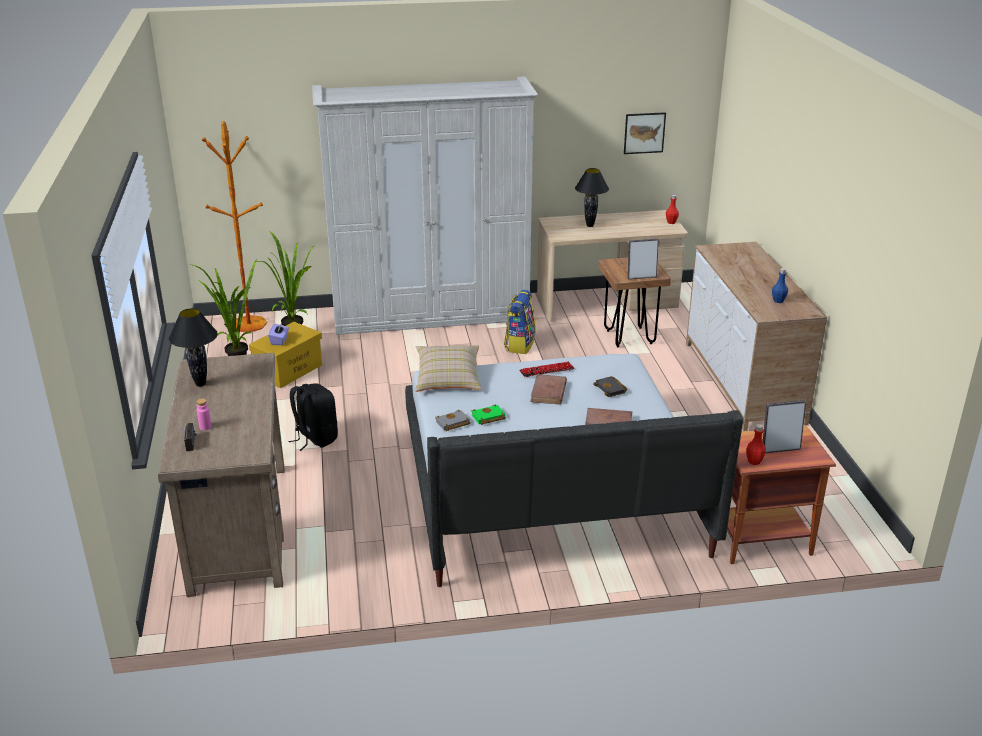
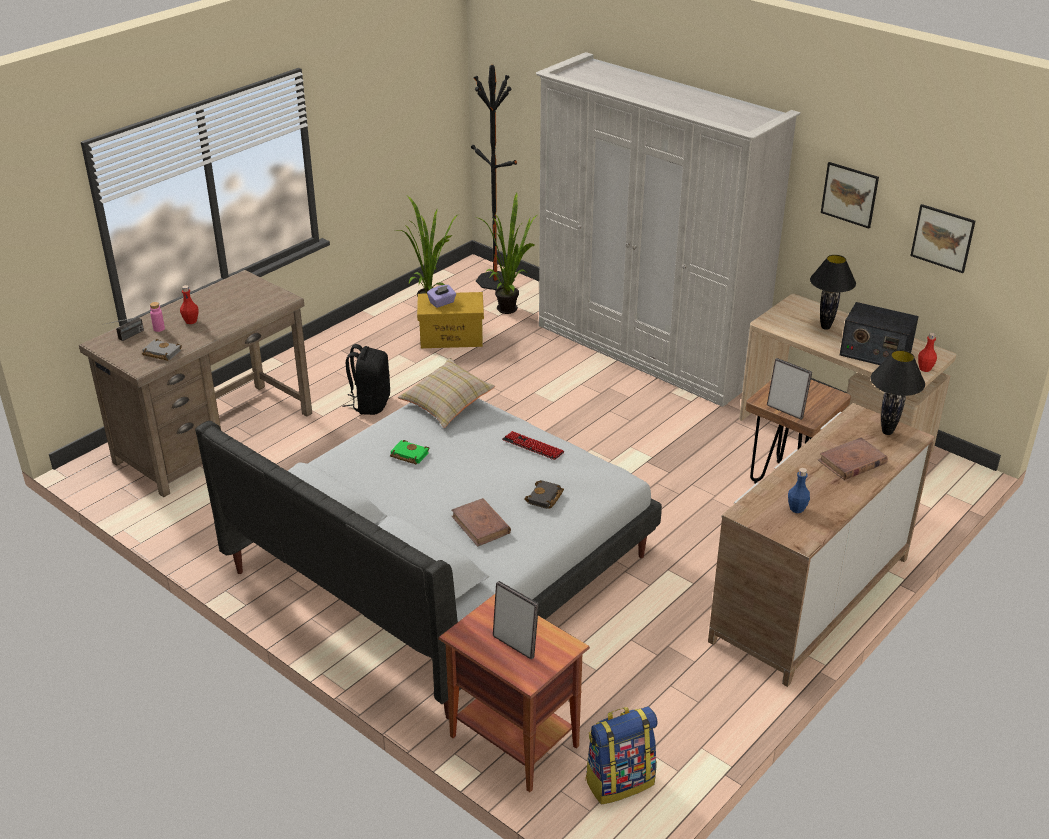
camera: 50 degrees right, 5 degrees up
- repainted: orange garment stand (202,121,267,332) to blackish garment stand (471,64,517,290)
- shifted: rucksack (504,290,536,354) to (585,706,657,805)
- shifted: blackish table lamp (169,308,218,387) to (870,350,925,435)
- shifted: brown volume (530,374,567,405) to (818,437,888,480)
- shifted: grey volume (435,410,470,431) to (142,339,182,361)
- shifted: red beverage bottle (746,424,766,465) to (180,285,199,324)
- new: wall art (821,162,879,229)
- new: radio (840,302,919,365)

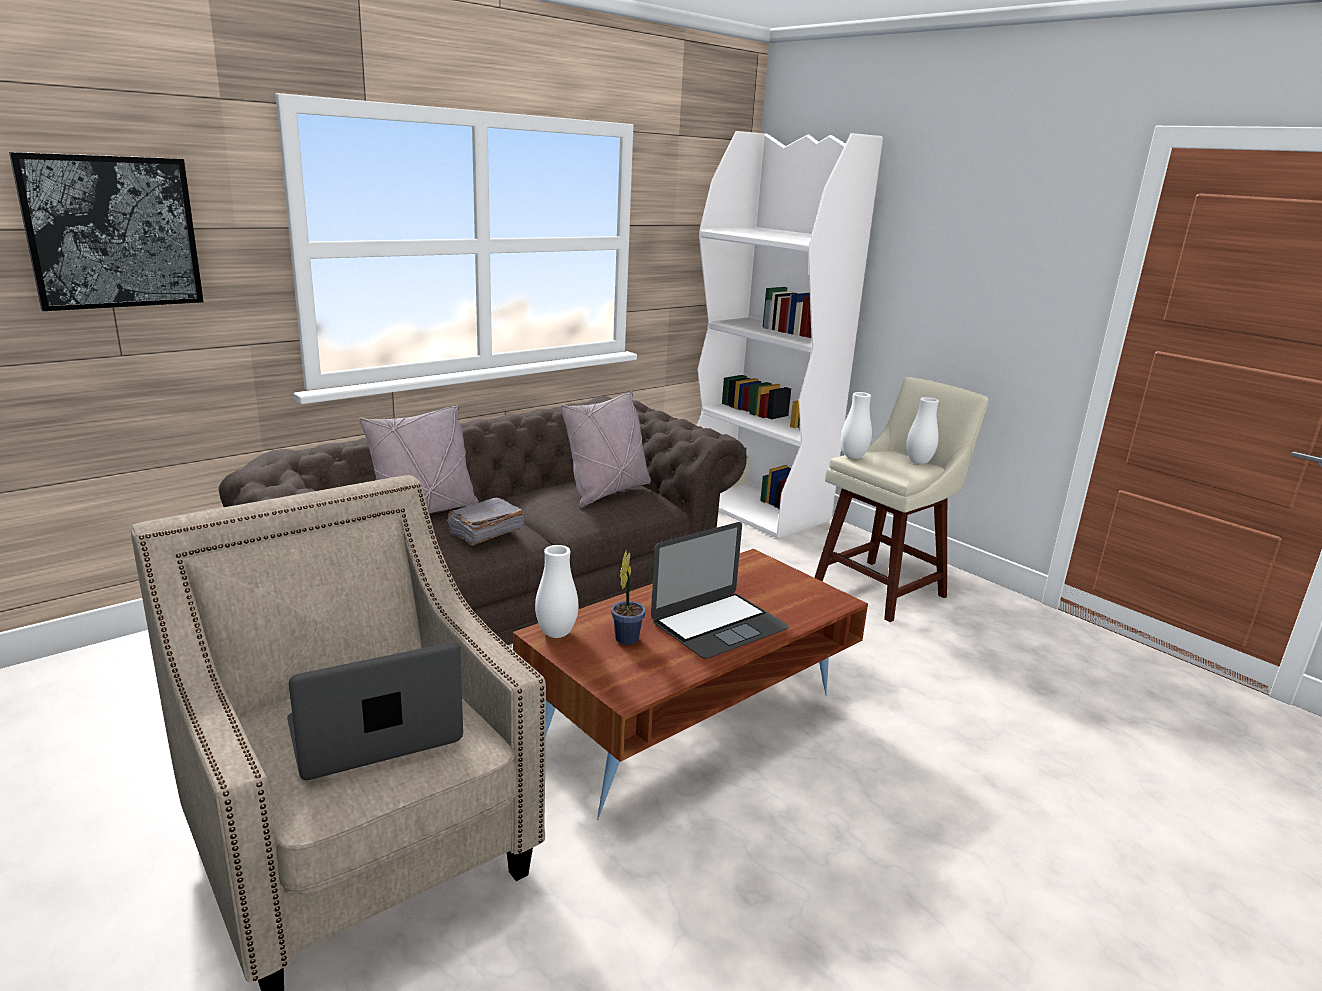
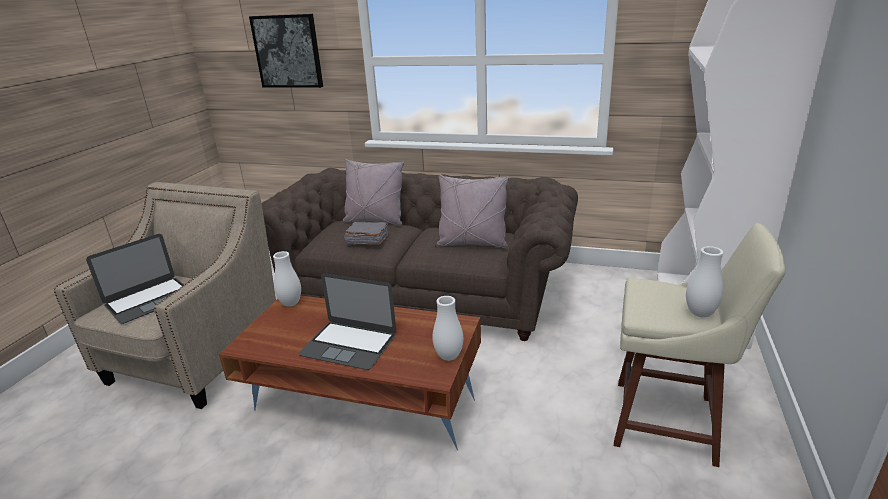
camera: 60 degrees right, 5 degrees up
- shifted: white decorative vase (841,392,872,459) to (432,296,463,361)
- gone: plant in a pot (611,551,646,645)
- rotated: laptop (287,642,463,780) = (86,234,184,324) 105 degrees clockwise

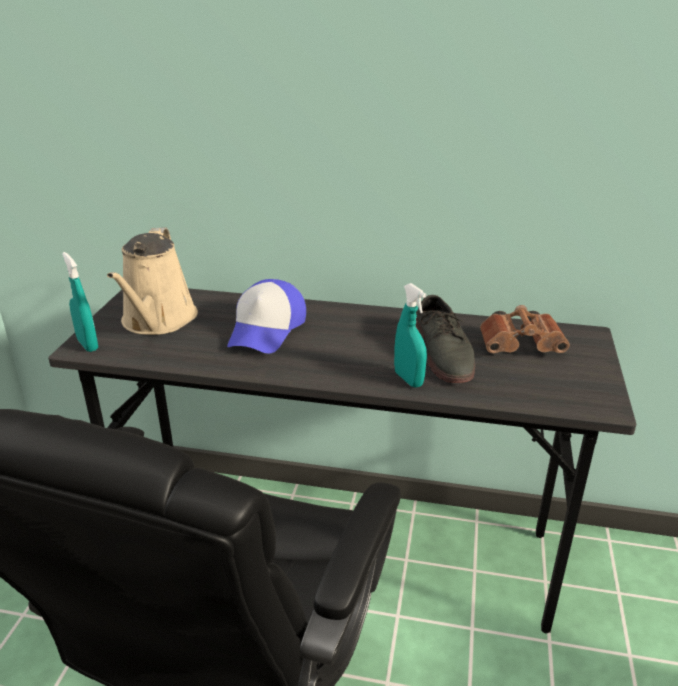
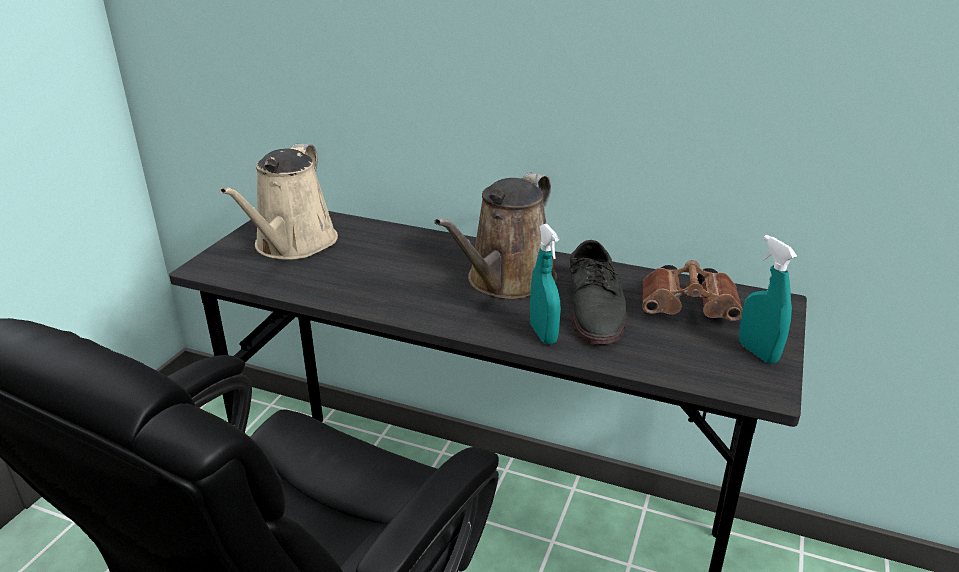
camera: 10 degrees right, 0 degrees up
- shifted: blue-green hand sprayer (62,252,98,352) to (739,235,797,364)
- gone: cap (227,279,306,354)
- new: brown watering can (434,173,557,299)

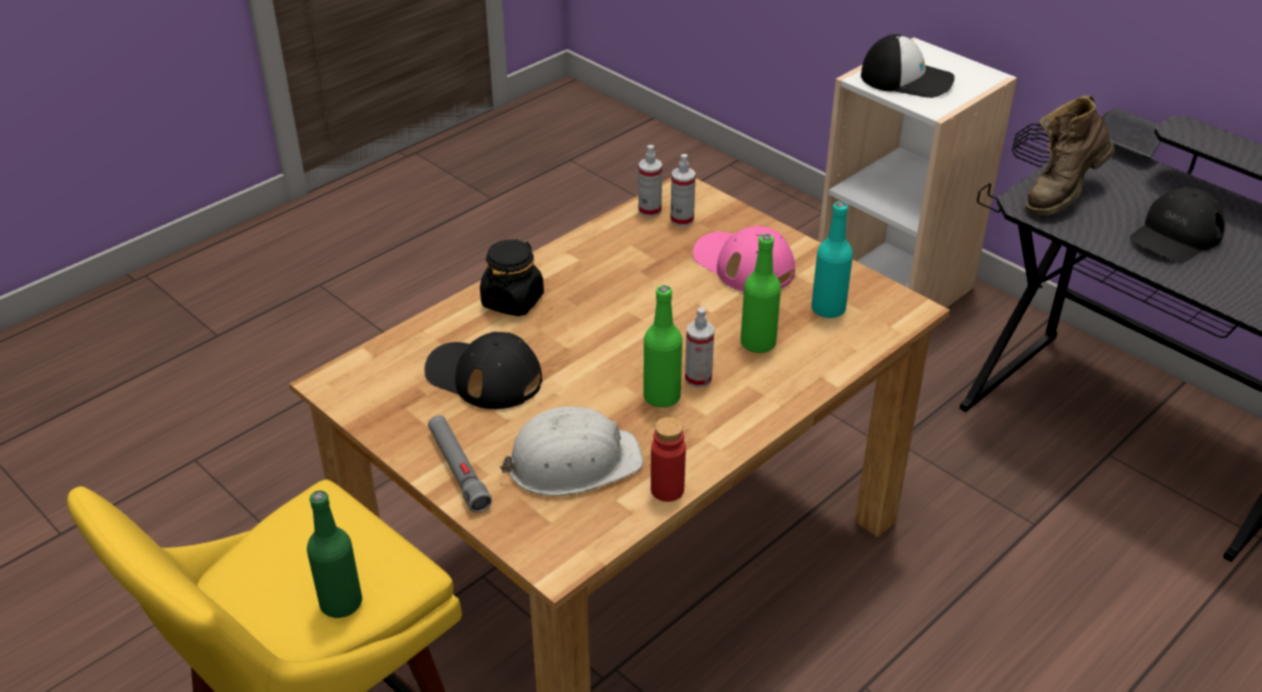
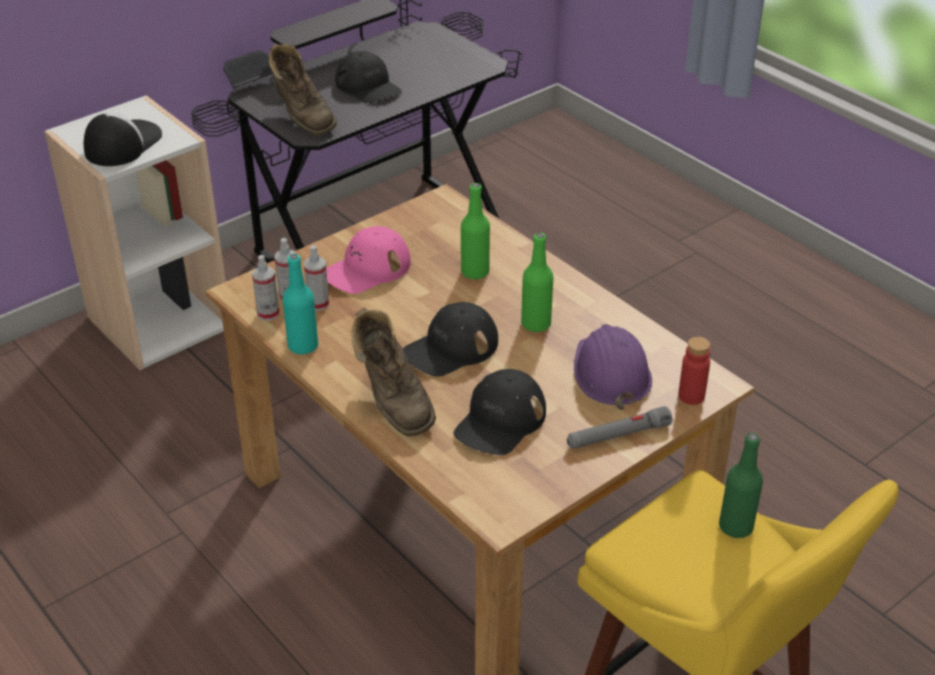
camera: 85 degrees left, 0 degrees up
- shifted: blue-green beverage bottle (811,201,853,318) to (282,254,318,355)
- swapped: blackish preserve jar (480,239,544,316) to brown tall boot (351,307,436,437)
- shifted: hand sprayer (685,307,714,388) to (304,245,329,311)
- repainted: white hard hat (500,406,643,496) to purple-coloured hard hat (574,324,652,410)
- shifted: red beverage bottle (651,417,686,502) to (678,337,710,405)
- new: blackish cap (403,302,498,377)

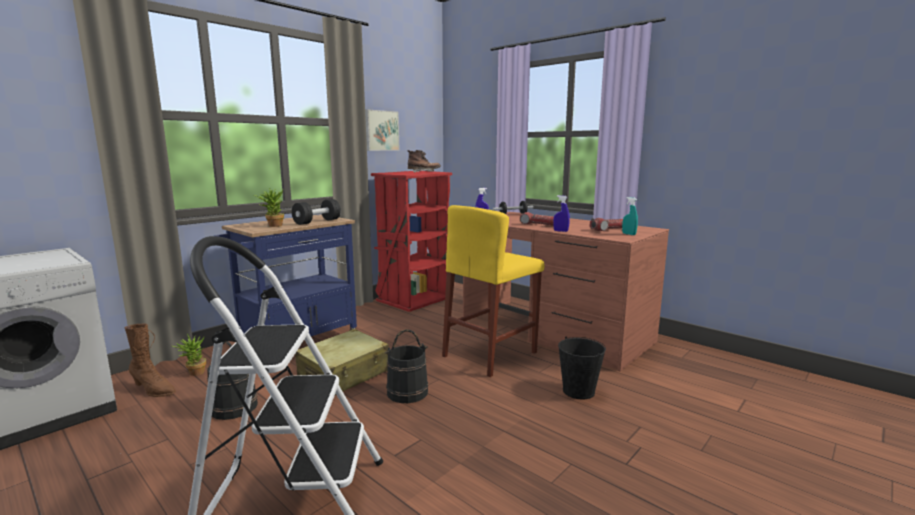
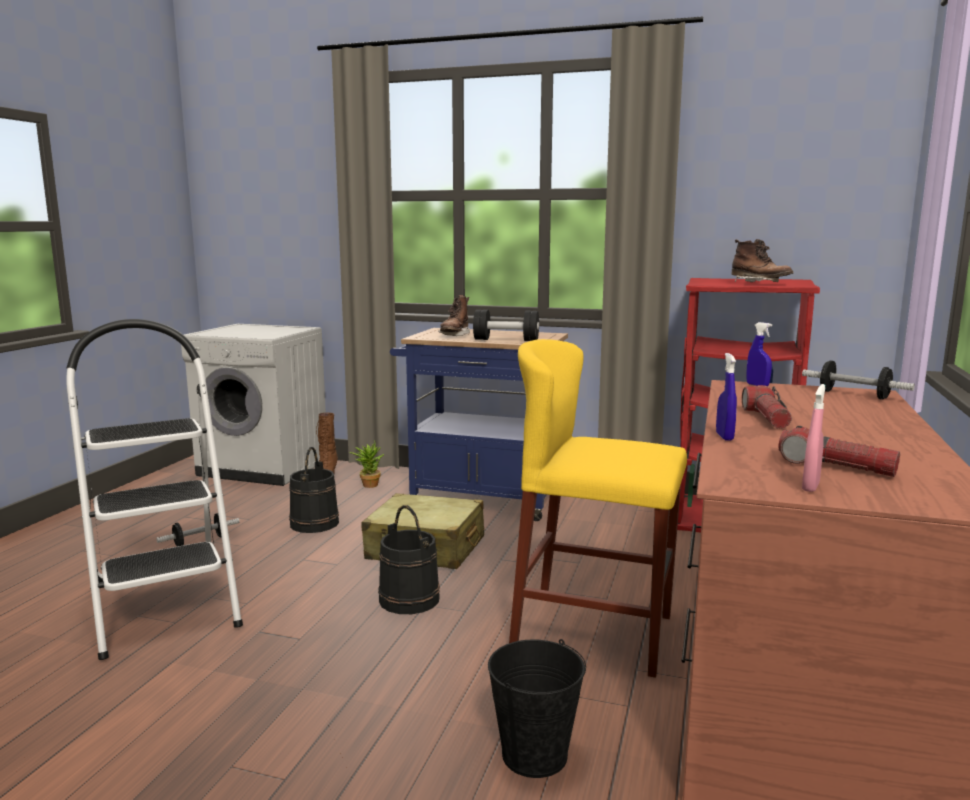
camera: 65 degrees right, 0 degrees up
- gone: wall art (365,109,400,151)
- swapped: plant in a pot (254,188,284,227) to brown tall boot (438,295,470,336)
- repainted: blue-green hand sprayer (622,197,638,235) to pink-coloured hand sprayer (802,384,825,492)
- new: dumbbell (156,513,240,547)

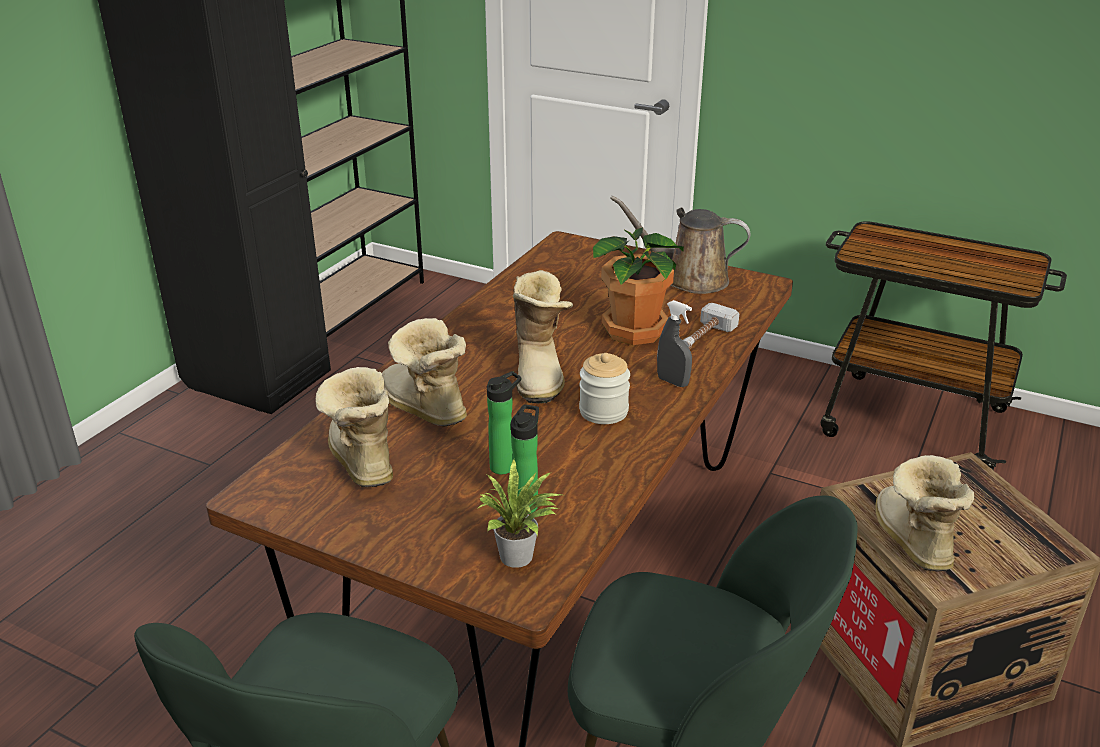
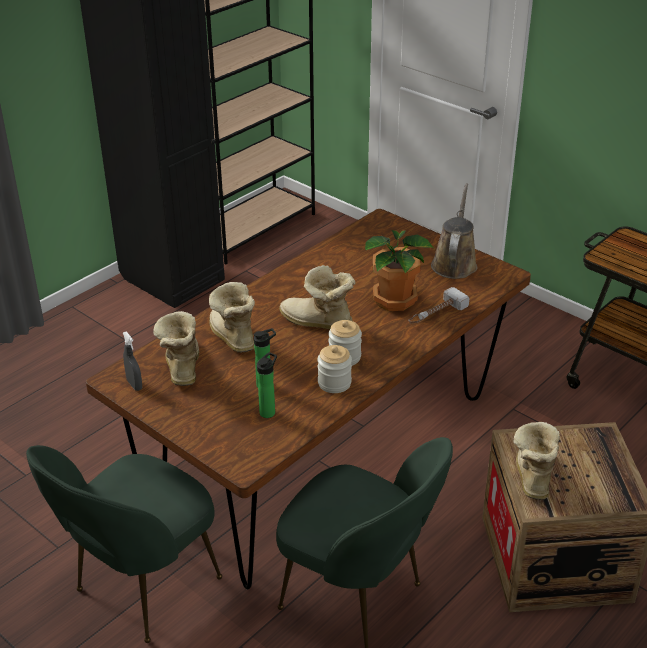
camera: 15 degrees right, 5 degrees up
- rotated: brown watering can (610,196,750,294) = (431,183,477,279) 75 degrees clockwise
- rotated: tall boot (513,270,573,404) = (280,265,356,329) 105 degrees clockwise
- shifted: grey hand sprayer (657,300,692,387) to (123,332,142,391)
- gone: plant in a pot (477,459,562,568)
- new: preserve jar (317,345,352,393)

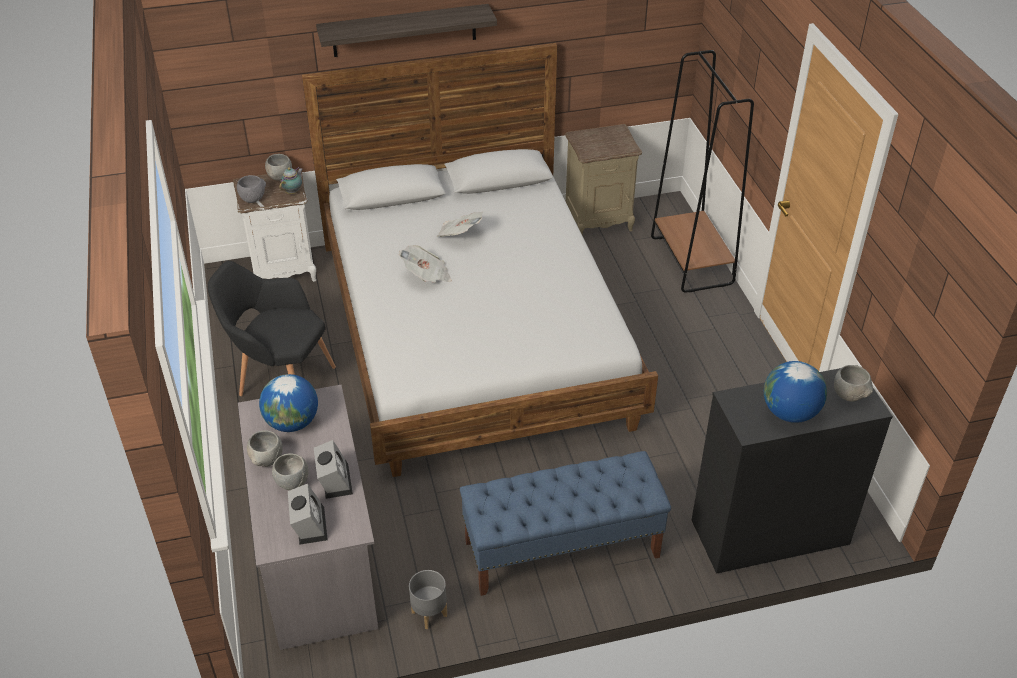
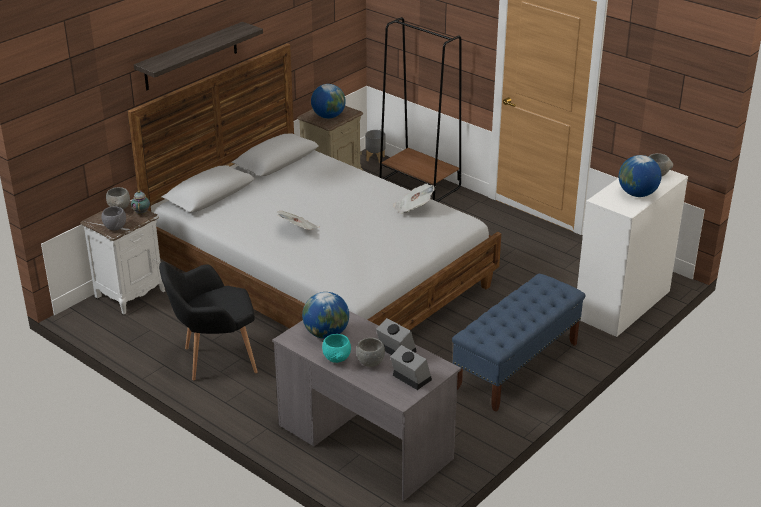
camera: 35 degrees left, 10 degrees down
- shifted: daily paper (437,212,483,237) to (393,184,435,214)
- repainted: blackish drawer chest (692,365,893,574) to white drawer chest (577,170,688,337)
- repainted: grey deep dish (247,430,283,467) to blue-green deep dish (322,334,351,363)
- shifted: grey flower pot (409,570,447,629) to (365,130,386,163)
- new: globe (311,84,346,119)

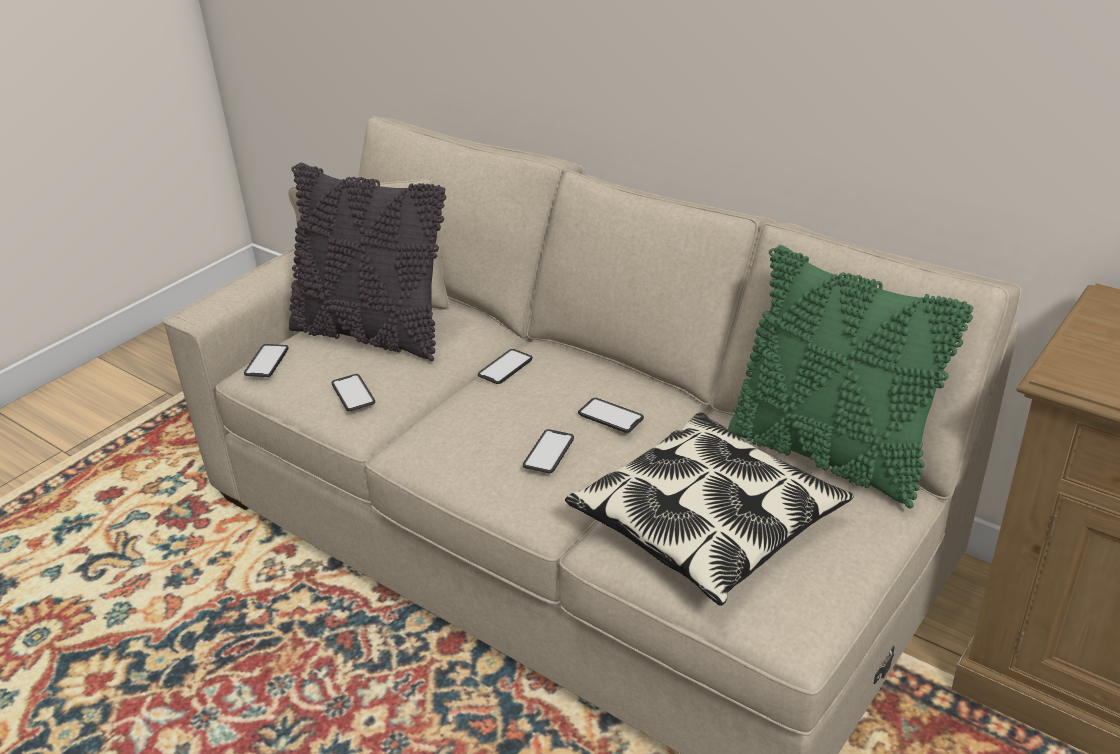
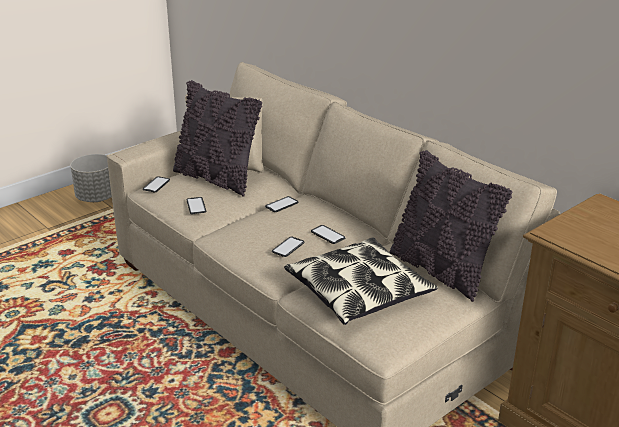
camera: 10 degrees right, 5 degrees down
- repainted: greenish throw pillow (728,245,974,508) to blackish throw pillow (390,150,513,302)
- new: grey flower pot (70,154,112,202)

